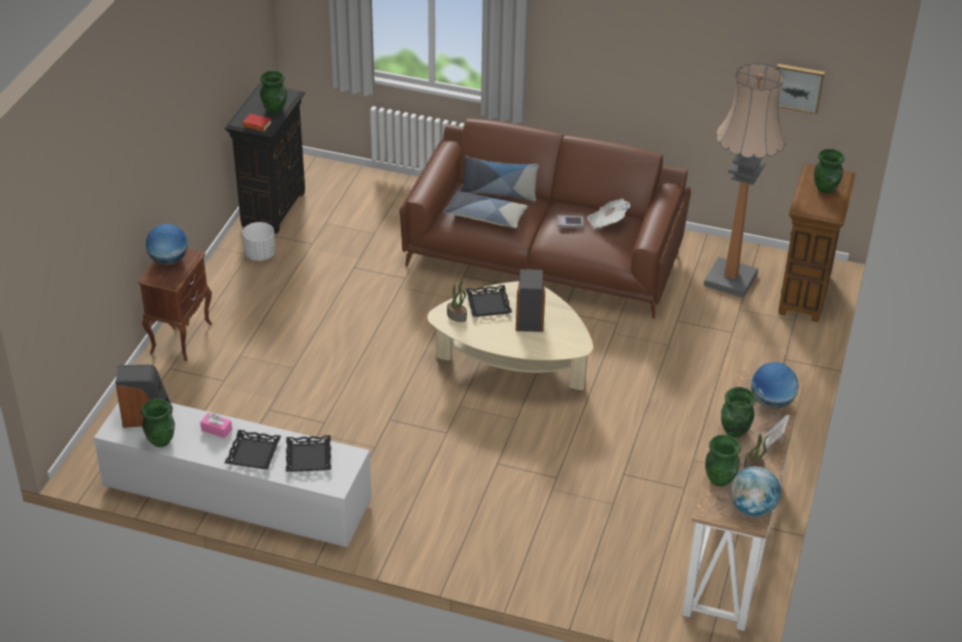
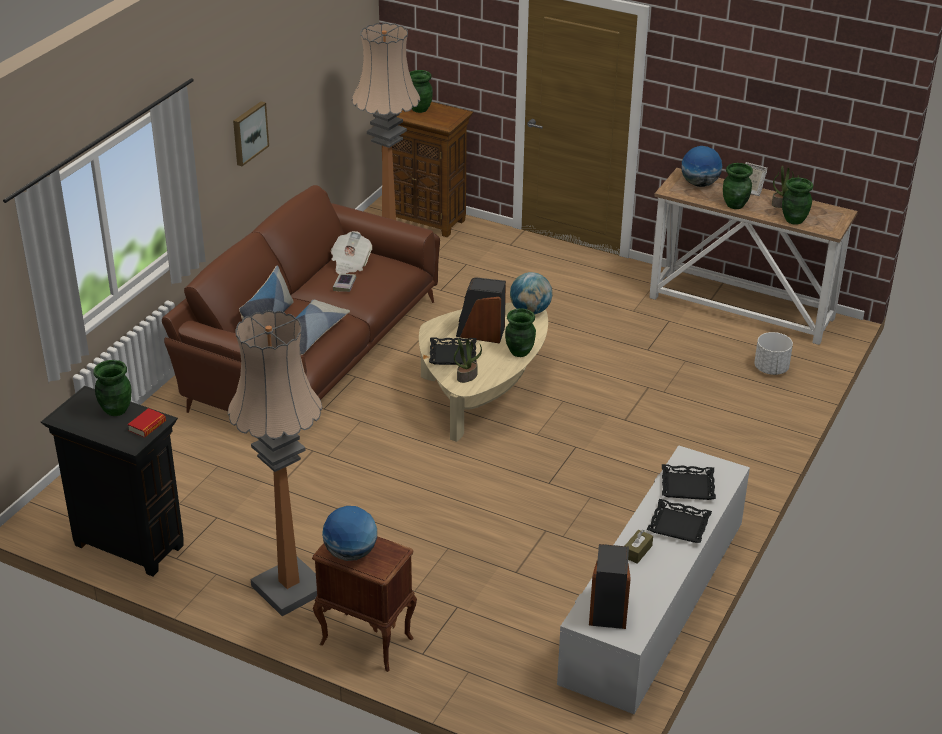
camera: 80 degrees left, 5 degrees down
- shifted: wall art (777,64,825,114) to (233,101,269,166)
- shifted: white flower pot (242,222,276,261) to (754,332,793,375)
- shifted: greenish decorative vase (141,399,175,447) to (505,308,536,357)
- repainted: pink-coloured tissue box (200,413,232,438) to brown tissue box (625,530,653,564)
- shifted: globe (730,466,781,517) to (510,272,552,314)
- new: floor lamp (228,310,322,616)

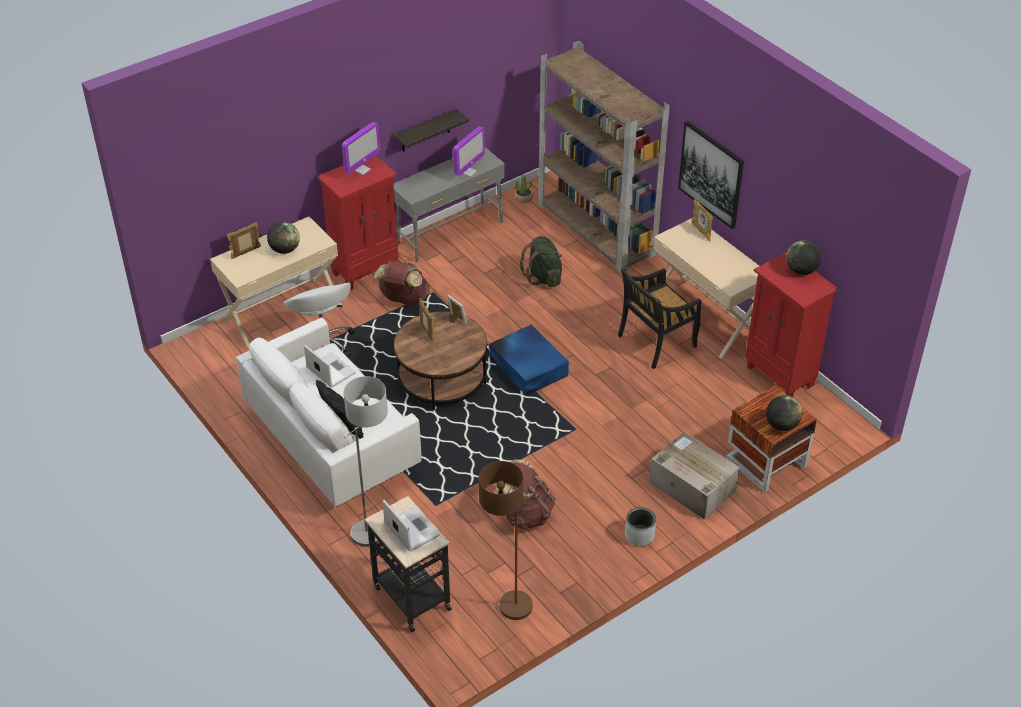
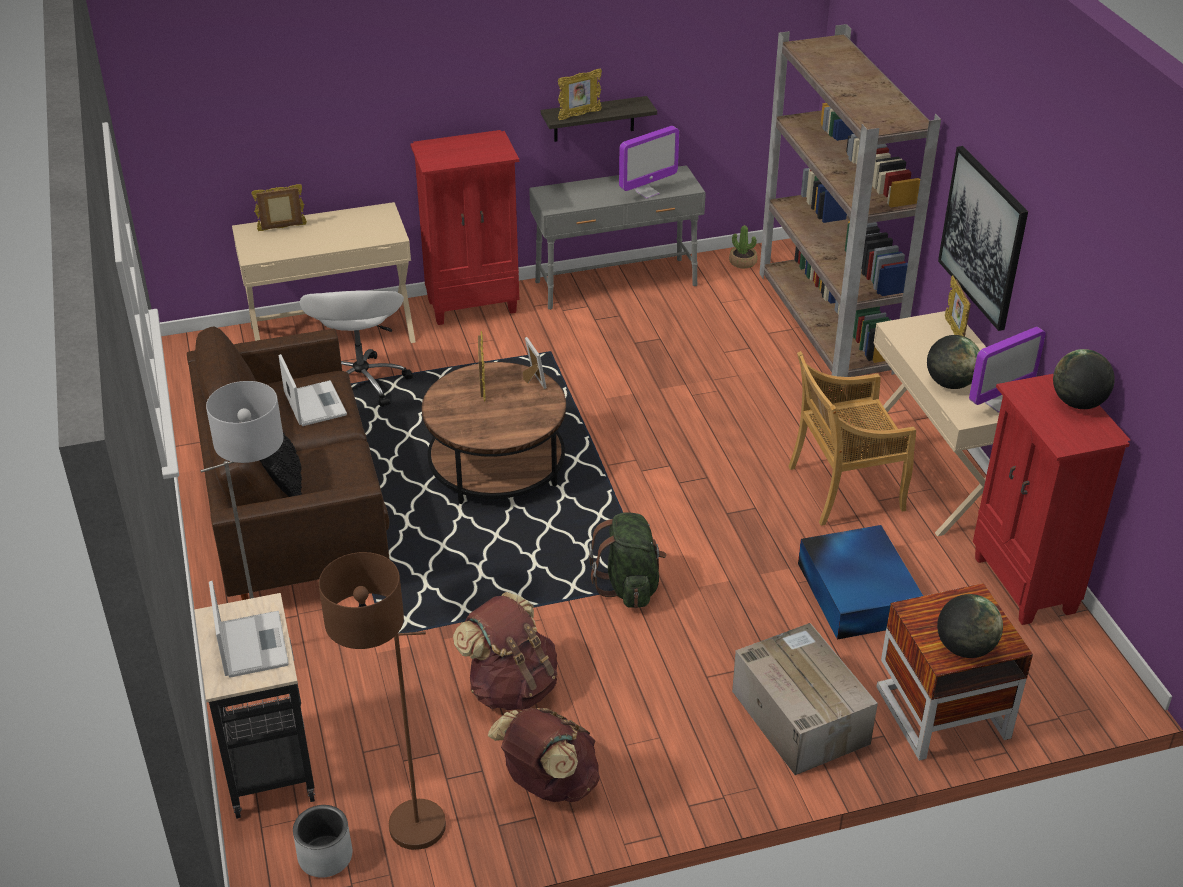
camera: 20 degrees right, 5 degrees down
- shifted: computer display (342,122,380,175) to (969,327,1046,413)
- shifted: globe (267,221,300,254) to (927,335,980,389)
- shifted: greenish rucksack (519,236,562,287) to (589,512,666,608)
- shifted: brown rucksack (374,261,430,305) to (488,708,600,802)
- repainted: blackish upright chair (618,268,701,369) to beige-coloured upright chair (788,351,916,526)
- repainted: white couch (236,317,422,507) to brown couch (187,326,390,600)
- shifted: bluish storage box (489,324,569,395) to (798,525,923,640)
- shifted: grey flower pot (625,507,656,546) to (293,805,352,878)
- new: photo frame (558,68,602,120)

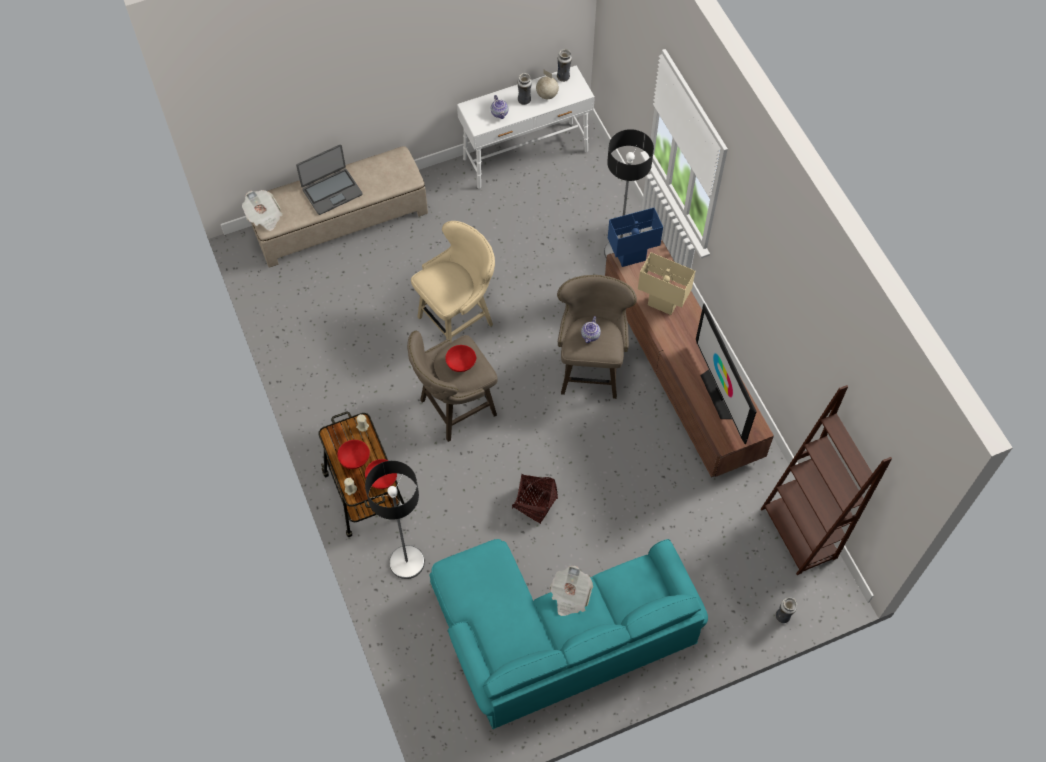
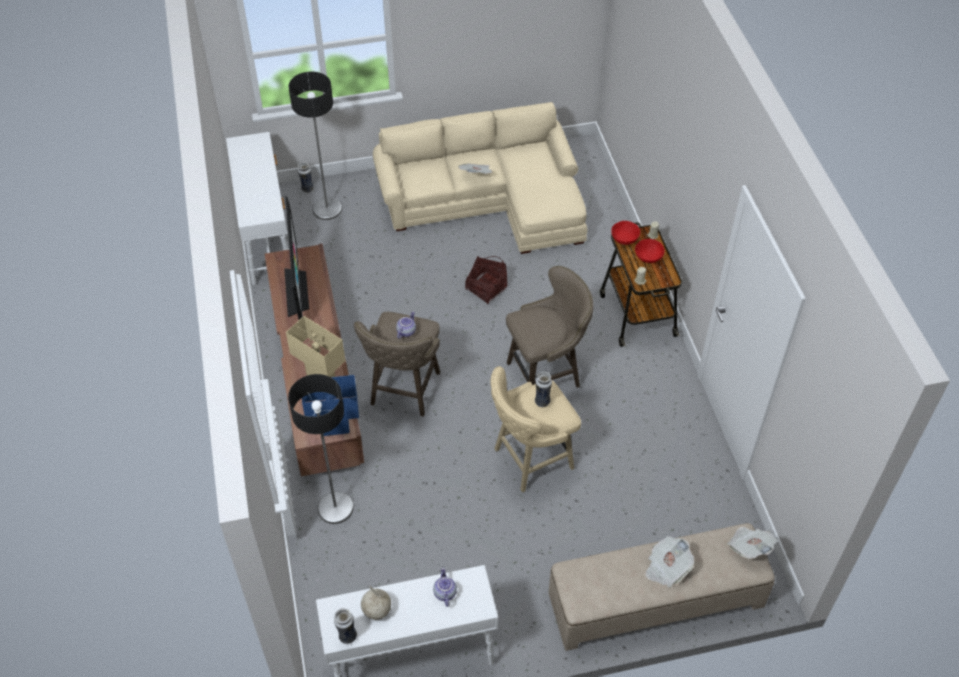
camera: 170 degrees left, 10 degrees down
- shifted: decorative vase (517,73,532,105) to (535,371,552,407)
- swapped: laptop (296,144,363,215) to daily paper (645,536,694,588)
- gone: red deep dish (445,345,476,372)
- swapped: brown bookcase (761,385,892,575) to white narrow table (226,132,289,285)
- shifted: floor lamp (365,461,425,579) to (289,72,342,220)
- repainted: blue-green couch (430,539,708,729) to beige-coloured couch (373,102,587,254)

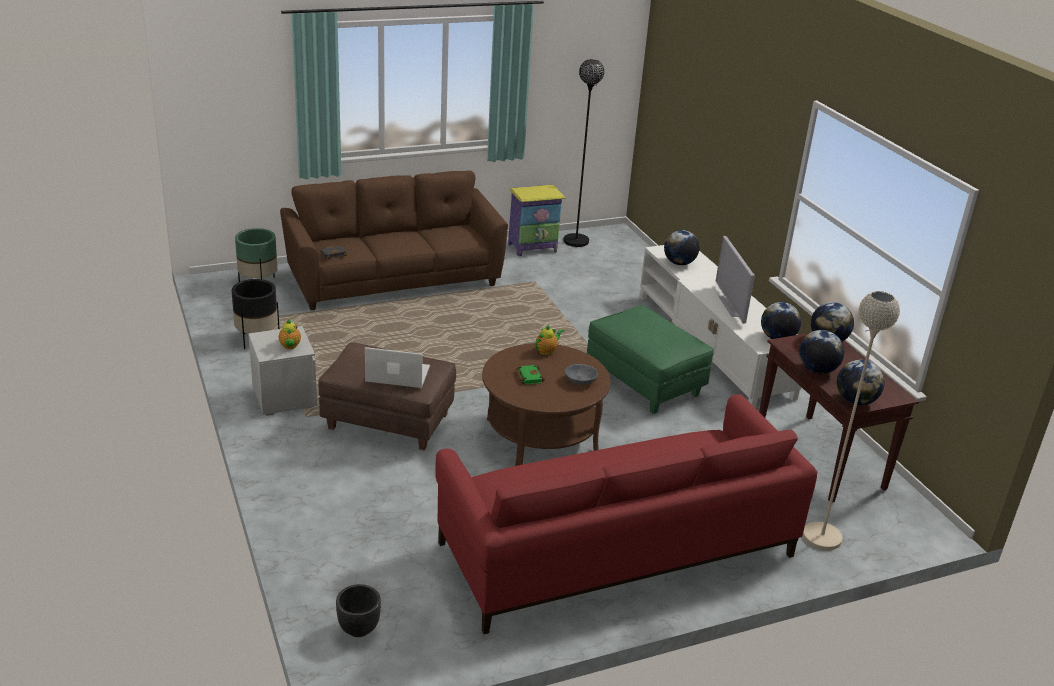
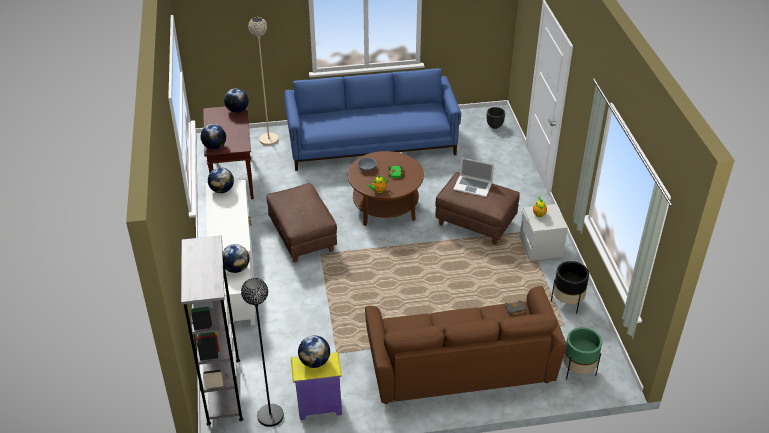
camera: 165 degrees left, 10 degrees up
- gone: television (715,236,755,324)
- repainted: greenish pouffe (587,305,714,414) to brown pouffe (266,183,337,263)
- shifted: globe (799,330,844,374) to (298,335,330,368)
- repainted: red couch (435,394,818,634) to bluish couch (284,68,461,171)
- new: grey bookcase (181,235,244,426)

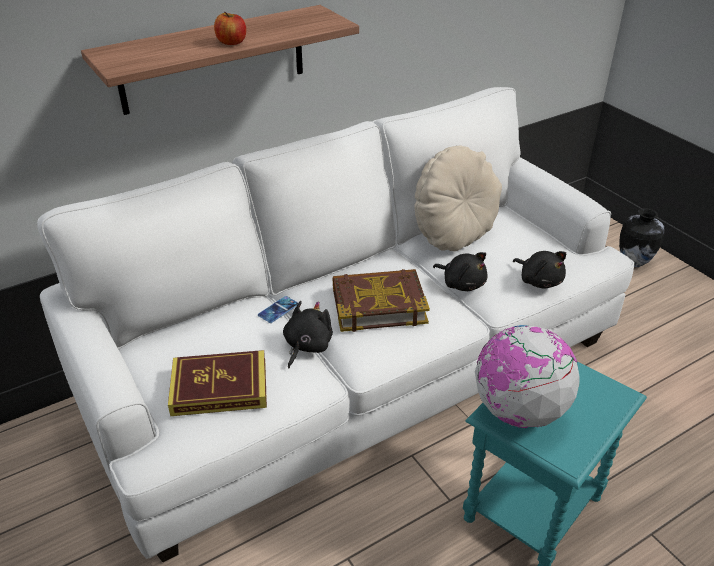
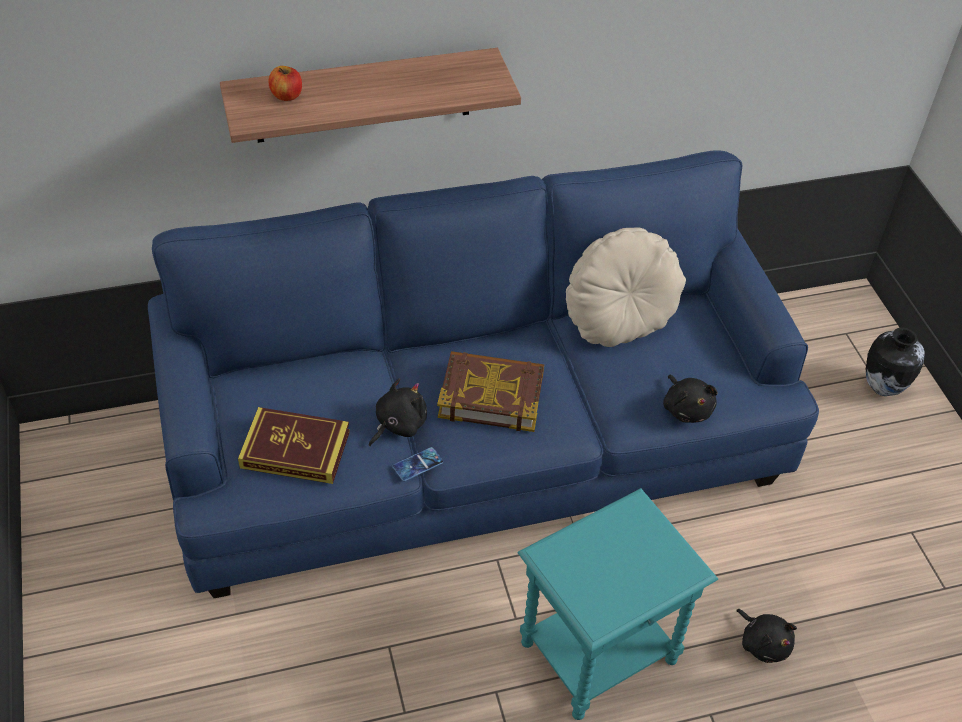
camera: 15 degrees right, 10 degrees up
- shifted: apple fruit (214,12,246,45) to (268,66,302,101)
- repainted: white couch (37,87,634,562) to bluish couch (148,150,819,598)
- shifted: blackish cuddly toy (433,252,487,291) to (736,609,797,663)
- shifted: phone (258,296,298,323) to (393,447,443,481)
- gone: globe (475,325,579,428)

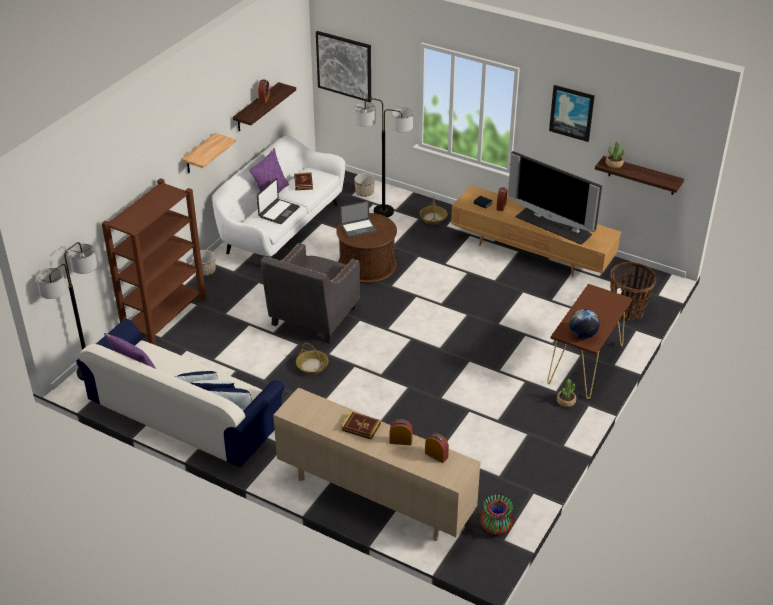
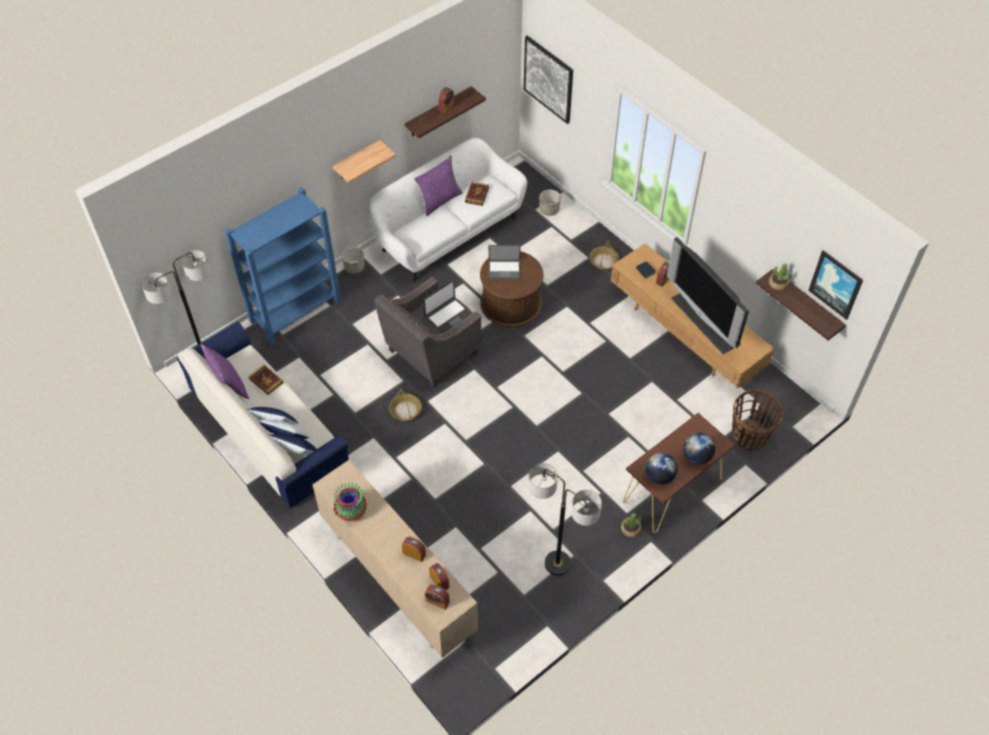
camera: 20 degrees right, 15 degrees up
- shifted: wall art (549,85,595,142) to (808,250,863,320)
- shifted: floor lamp (354,98,413,217) to (528,463,602,576)
- repainted: brown bookcase (102,178,206,345) to bluish bookcase (225,187,341,344)
- shifted: laptop (257,178,300,224) to (423,280,472,334)
- shifted: volume (341,412,381,440) to (248,365,283,395)
- shifted: decorative vase (480,495,514,535) to (333,482,367,521)
- new: globe (684,433,715,464)
- new: table clock (425,584,450,610)

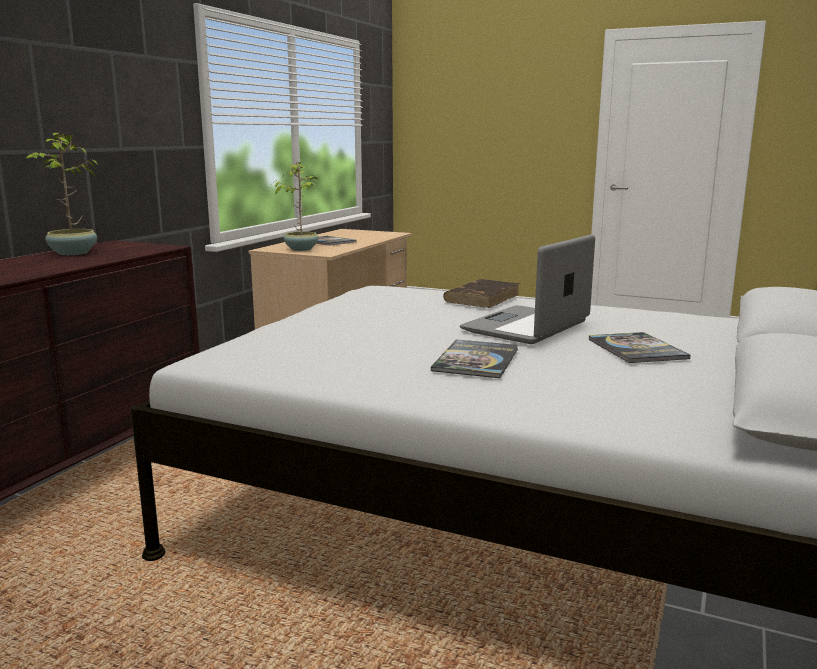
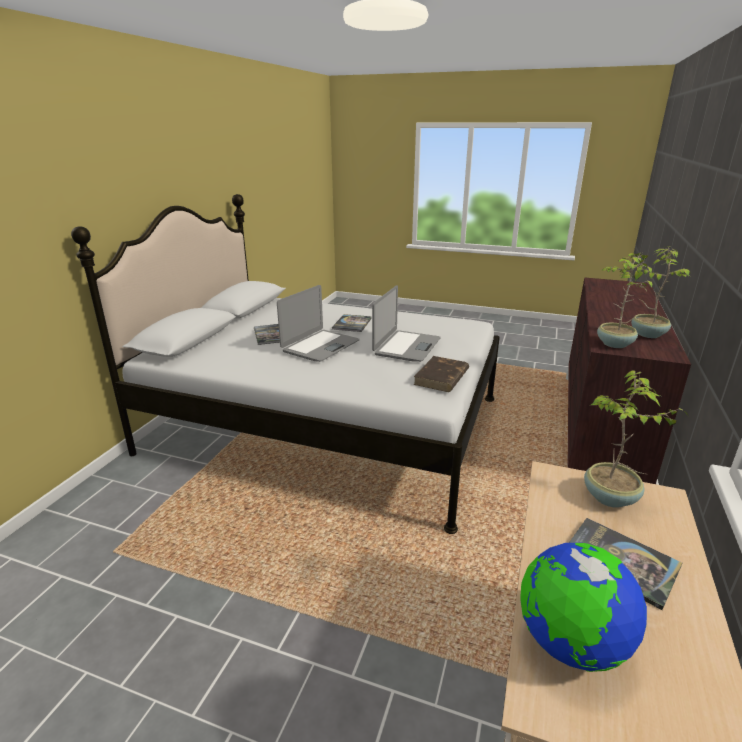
camera: 175 degrees right, 10 degrees up
- shifted: brown volume (443,279,520,308) to (413,356,469,392)
- new: plant in a pot (597,252,652,348)
- new: laptop (372,286,441,362)
- new: globe (521,543,647,672)

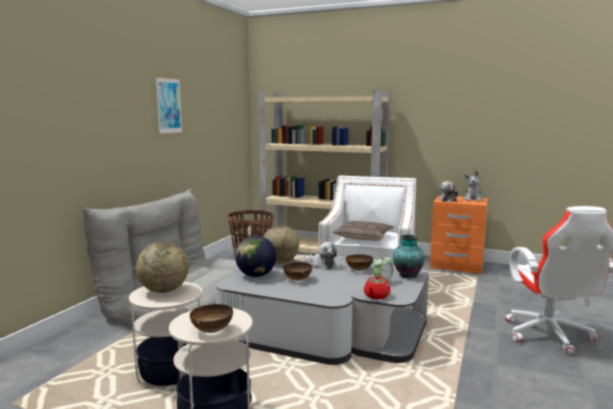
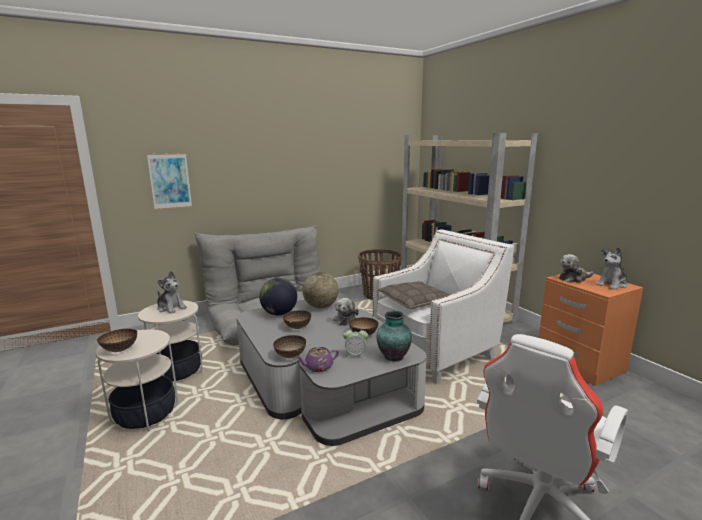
camera: 40 degrees right, 5 degrees up
- shifted: wall art (156,77,183,134) to (147,153,192,210)
- swapped: globe (136,242,189,293) to cuddly toy (157,271,187,314)
- repainted: red tea pot (364,276,391,299) to purple-coloured tea pot (295,347,339,372)
- new: deep dish (273,335,306,358)

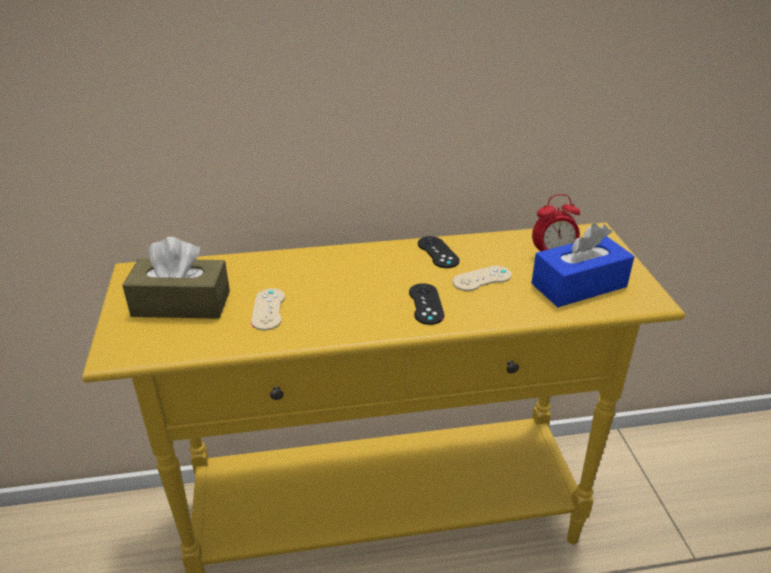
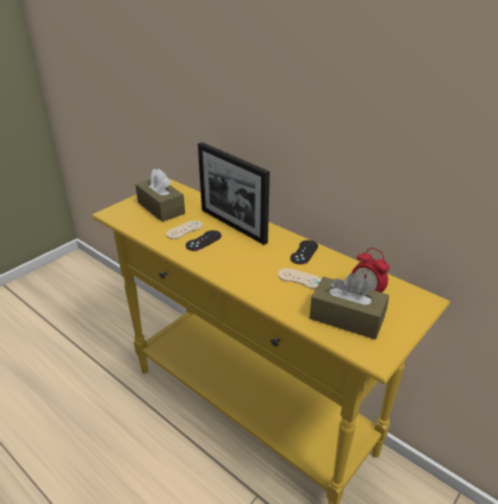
camera: 50 degrees right, 0 degrees up
- repainted: bluish tissue box (531,223,634,307) to brown tissue box (310,273,389,339)
- shifted: blackish gamepad (409,283,444,325) to (186,230,222,251)
- new: photo frame (198,142,270,245)

